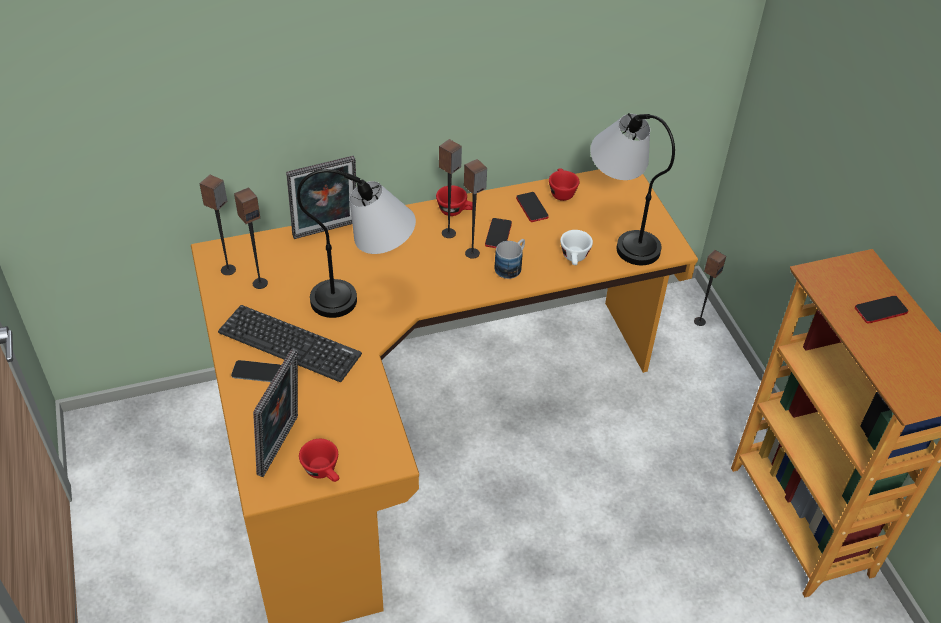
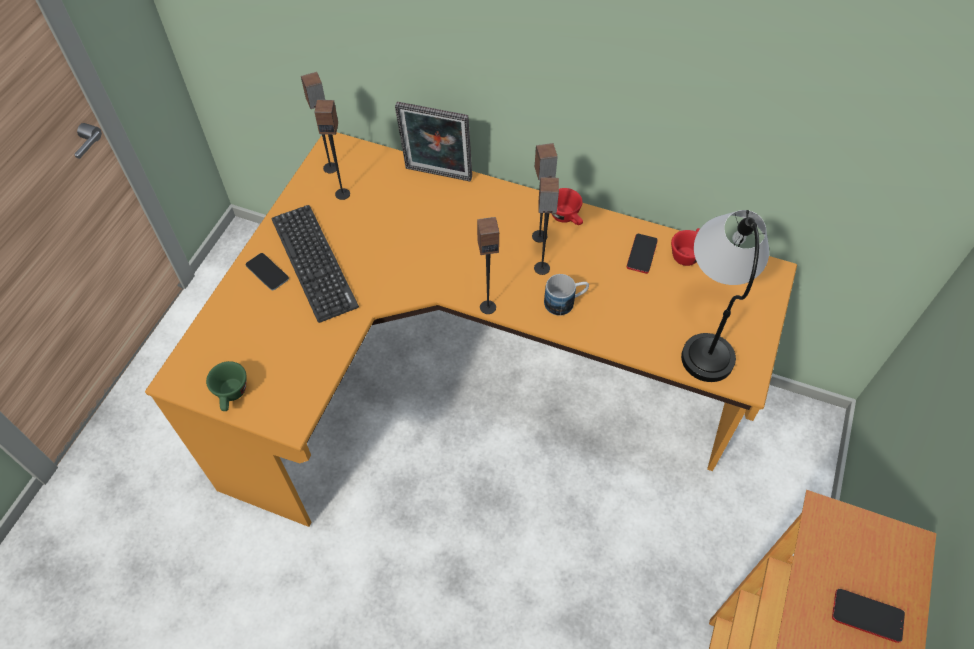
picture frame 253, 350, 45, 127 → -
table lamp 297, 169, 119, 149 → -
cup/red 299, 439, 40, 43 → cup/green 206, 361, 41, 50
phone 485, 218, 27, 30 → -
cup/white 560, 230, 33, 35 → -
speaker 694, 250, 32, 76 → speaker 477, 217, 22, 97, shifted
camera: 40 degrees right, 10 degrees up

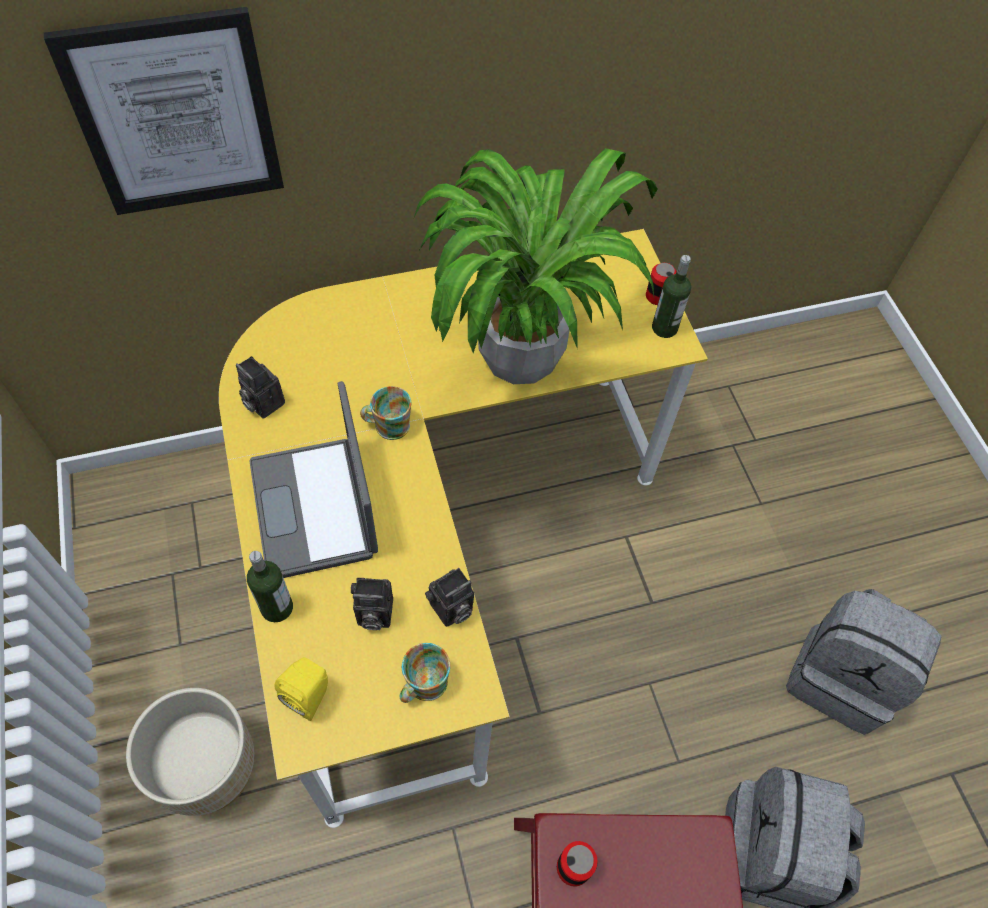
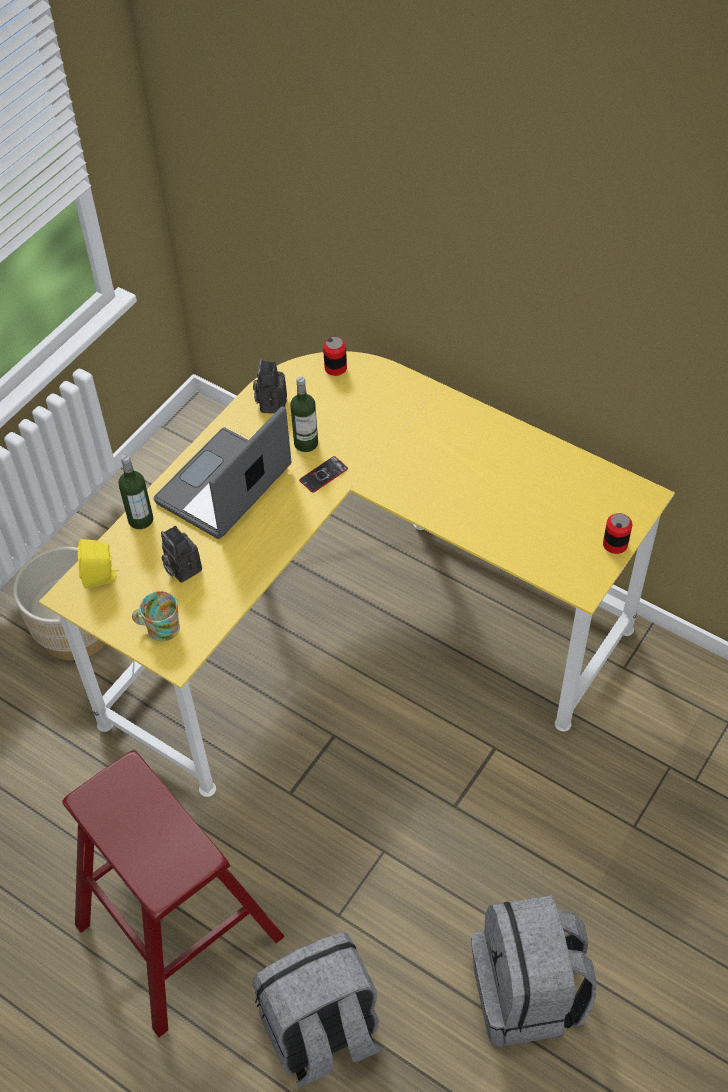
picture 44, 7, 240, 208 → -
mug 360, 386, 51, 54 → phone 299, 456, 49, 37
potted plant 413, 148, 245, 236 → -
photo camera 425, 568, 49, 59 → -
can 557, 841, 41, 46 → can 323, 337, 24, 39, shifted
bottle 652, 255, 39, 83 → bottle 290, 376, 28, 76, shifted
camera: 55 degrees right, 5 degrees down

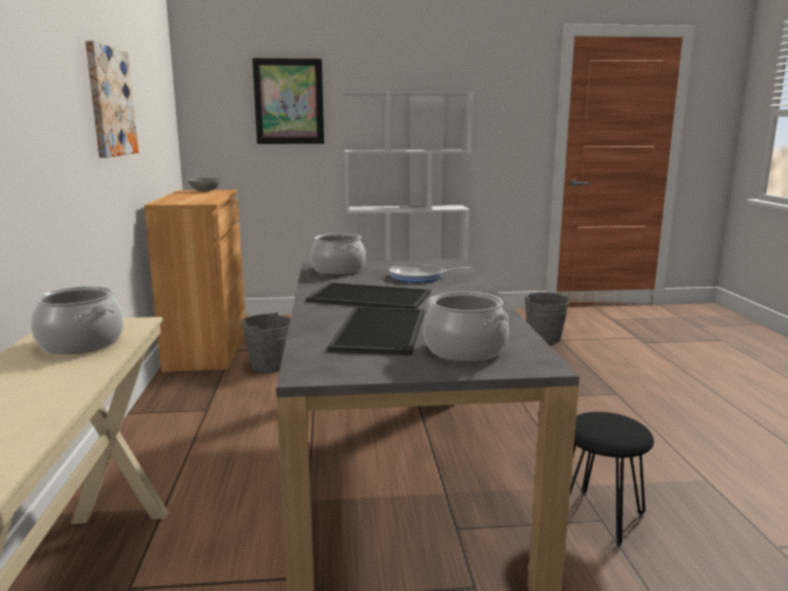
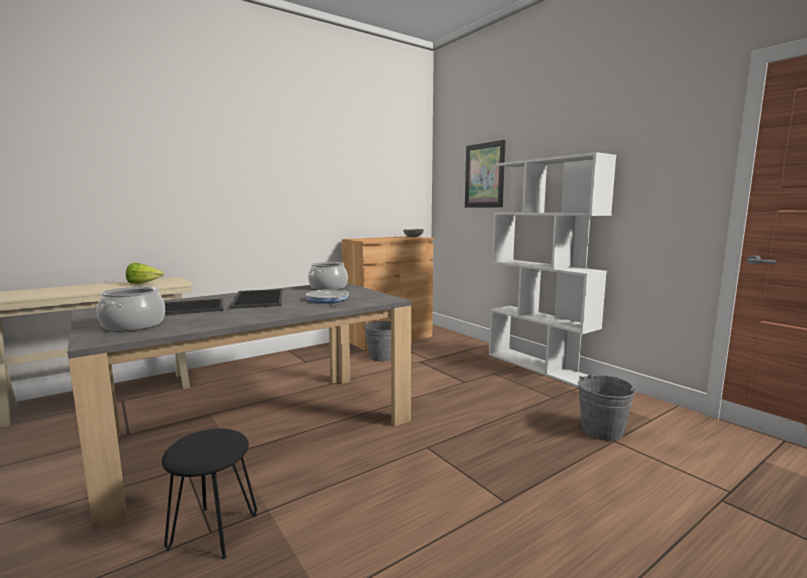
cooking pot 31, 286, 93, 68 → lettuce 126, 263, 38, 21
picture 85, 41, 53, 117 → -
camera: 60 degrees right, 5 degrees down

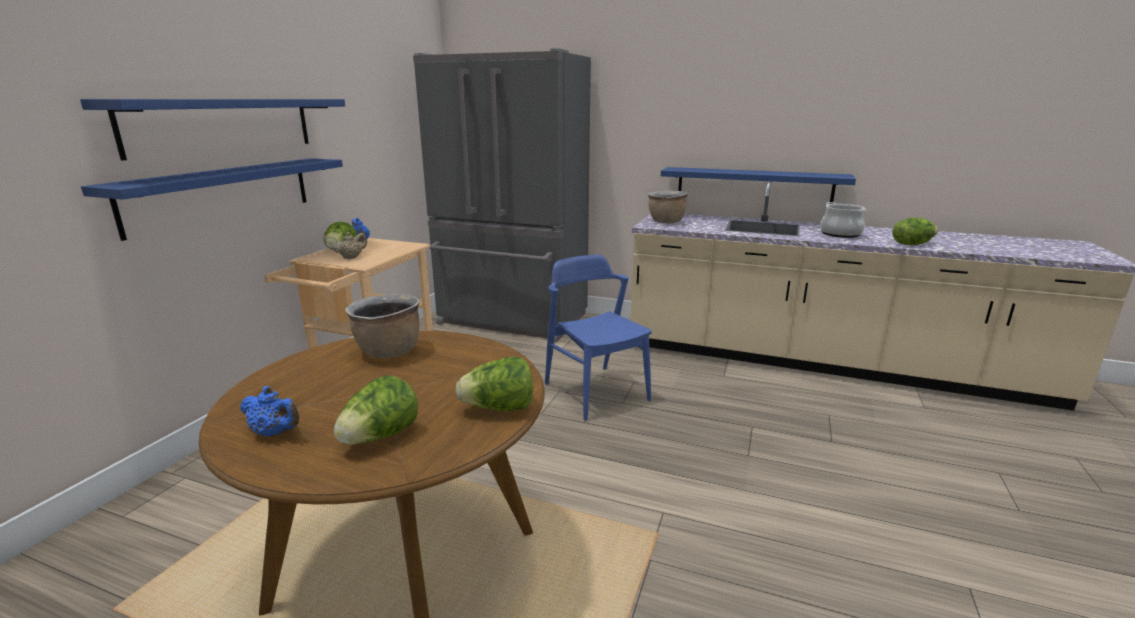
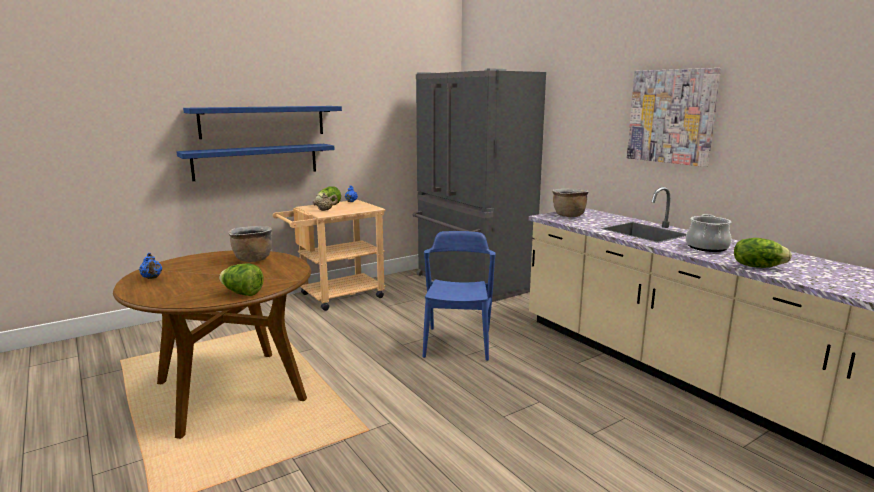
lettuce 334, 375, 84, 70 → -
shelf/blue 661, 167, 195, 35 → -
- → picture 627, 68, 94, 99
camera: 35 degrees right, 5 degrees down

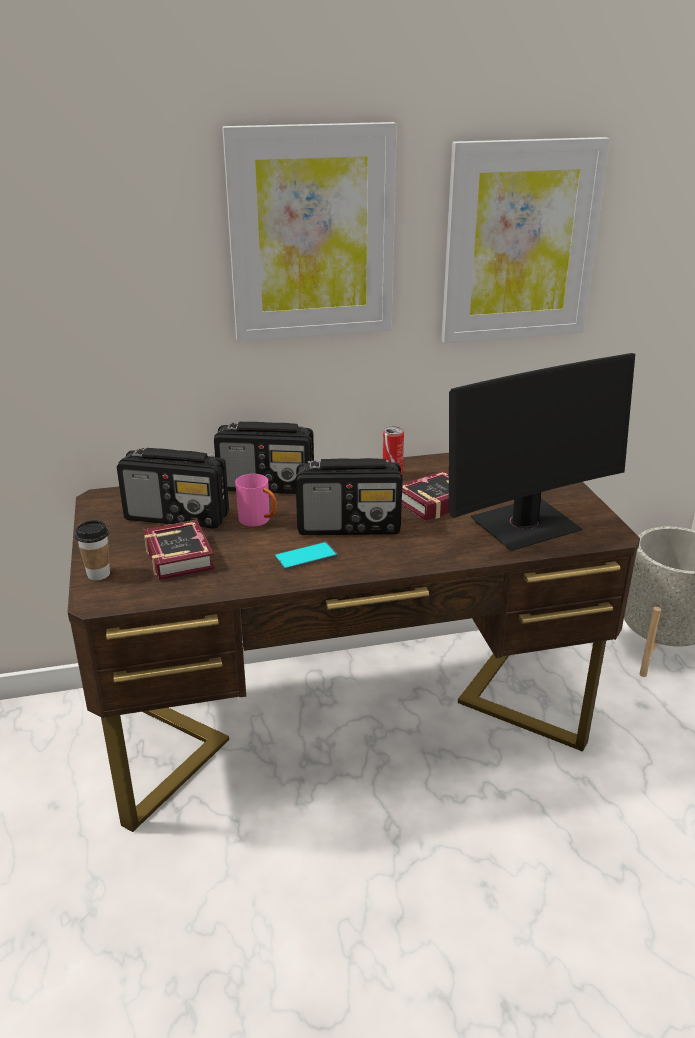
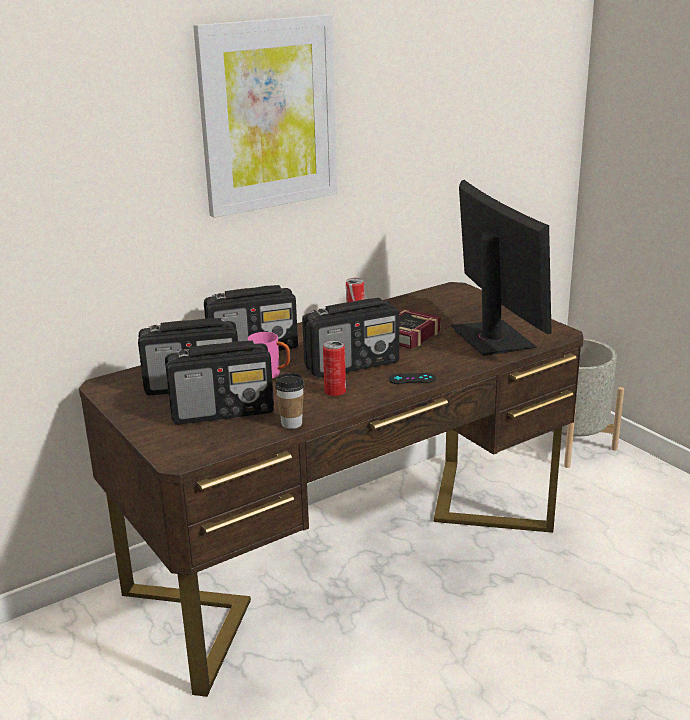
cup 75, 520, 35, 60 → cup 275, 373, 30, 56, shifted
book 144, 520, 71, 60 → radio 165, 341, 109, 84
phone 274, 542, 64, 29 → can 323, 340, 23, 56
picture 441, 137, 169, 206 → -
monitor 449, 353, 186, 198 → monitor 451, 180, 101, 176, 60 degrees counterclockwise
- → game controller/black 388, 373, 48, 11
camera: 20 degrees left, 5 degrees down

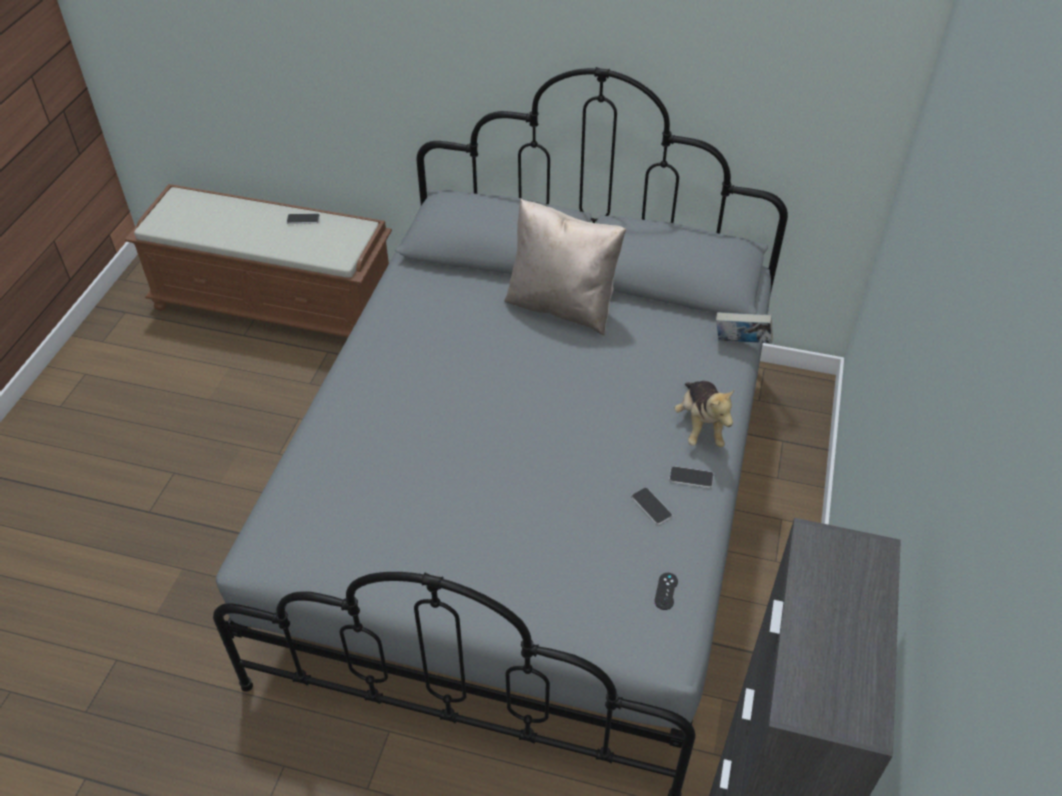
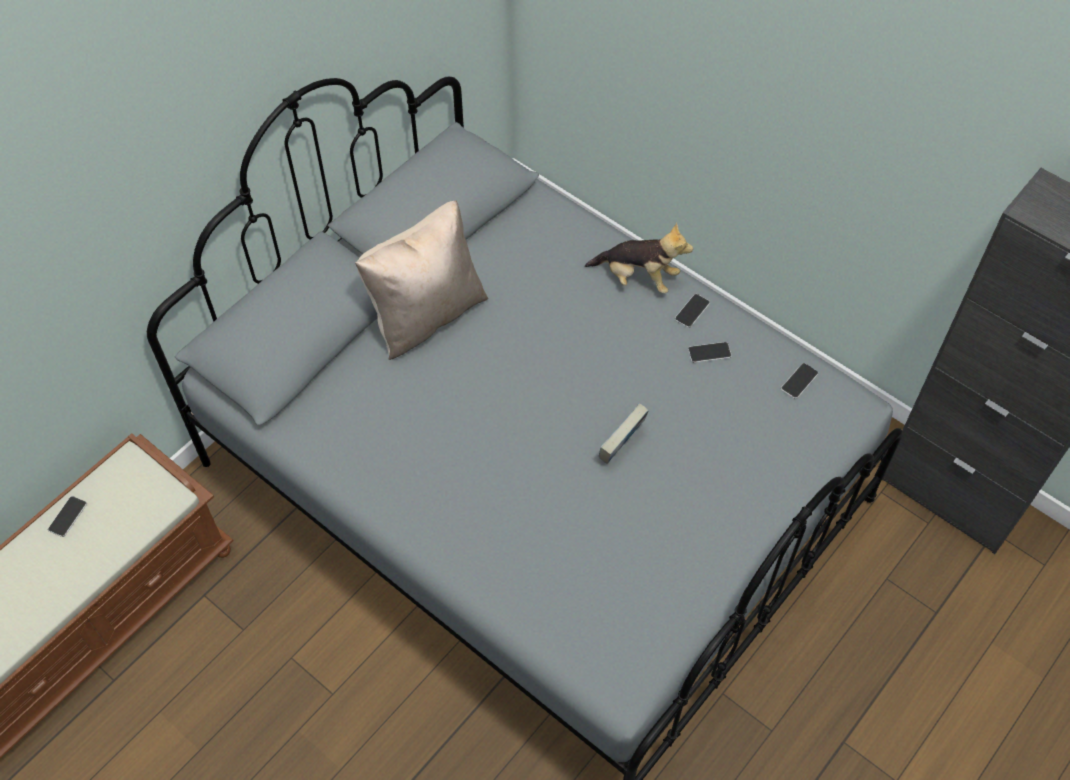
game controller/black 654, 573, 24, 37 → phone 781, 363, 37, 36
book 716, 312, 57, 31 → book 599, 403, 50, 61, shifted
camera: 65 degrees left, 10 degrees up

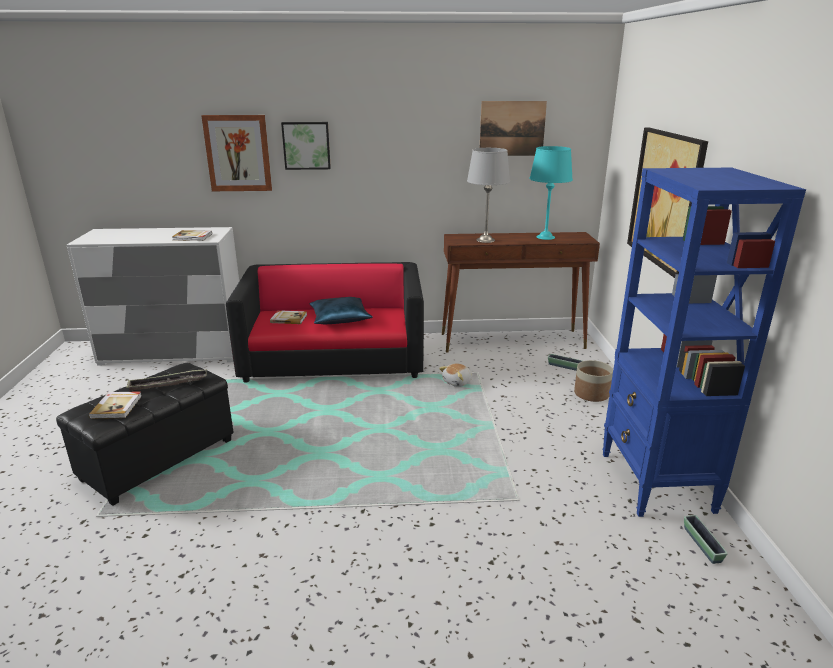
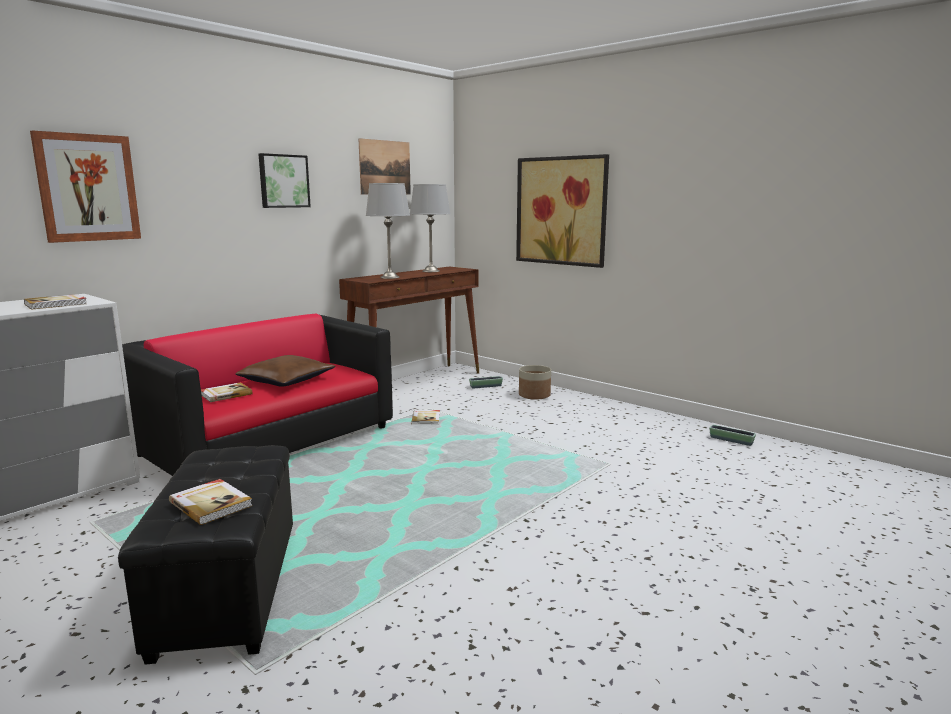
tray 126, 369, 81, 22 → -
picture 281, 122, 50, 48 → picture 259, 153, 52, 55, shifted
pillow/blue 309, 297, 64, 27 → pillow/brown 235, 355, 101, 32
plush toy 439, 363, 33, 24 → book 411, 410, 29, 15
table lamp/turquoise 529, 146, 44, 94 → table lamp/grey 410, 184, 41, 88
bookcase/blue 602, 168, 204, 349 → -
camera: 45 degrees left, 10 degrees down

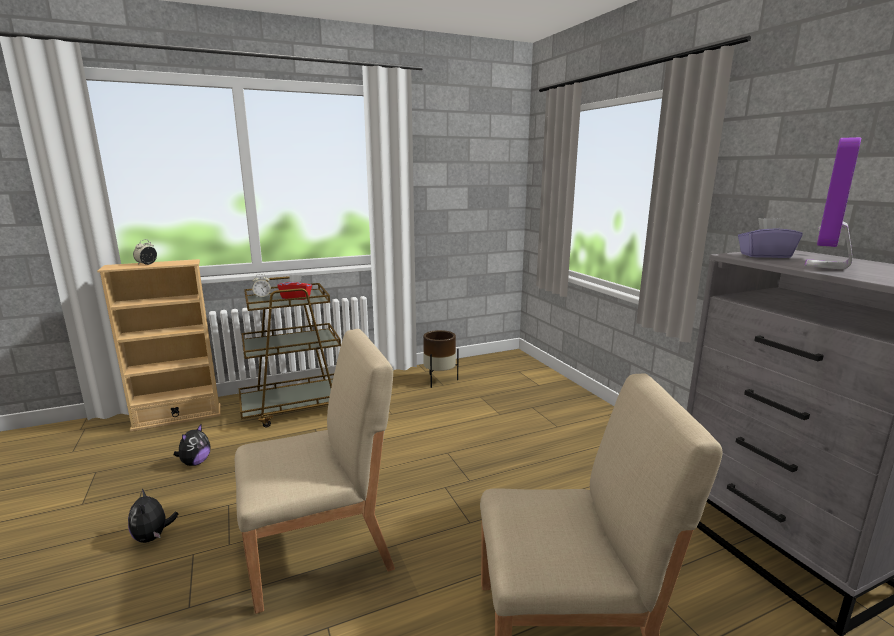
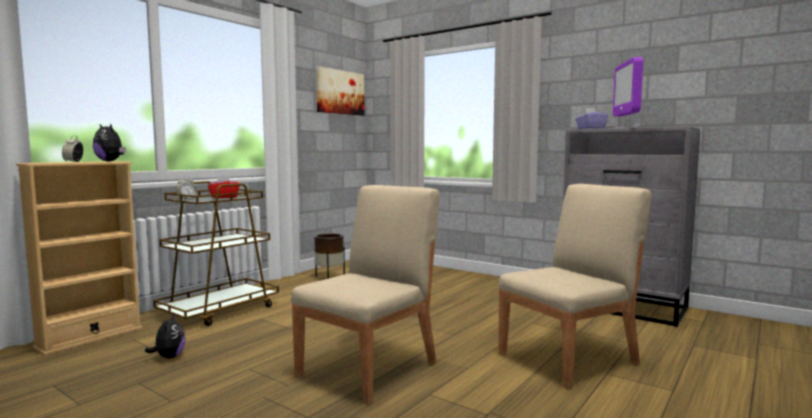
plush toy 128, 489, 50, 54 → plush toy 93, 123, 33, 39, shifted
- → picture 316, 66, 48, 50
camera: 30 degrees left, 10 degrees down

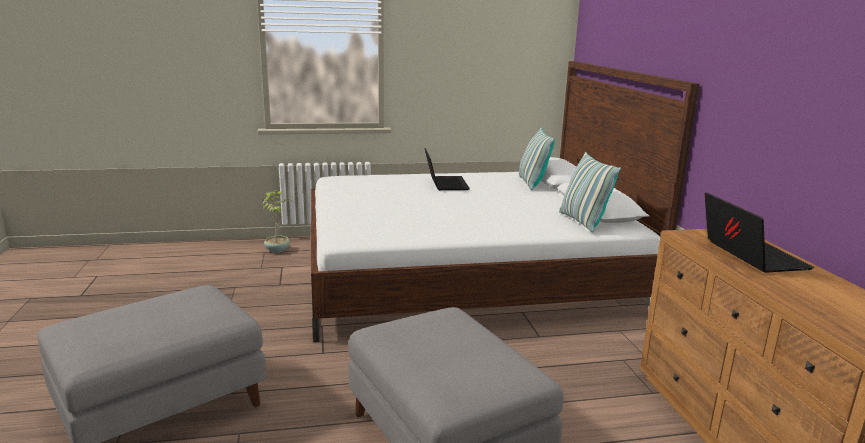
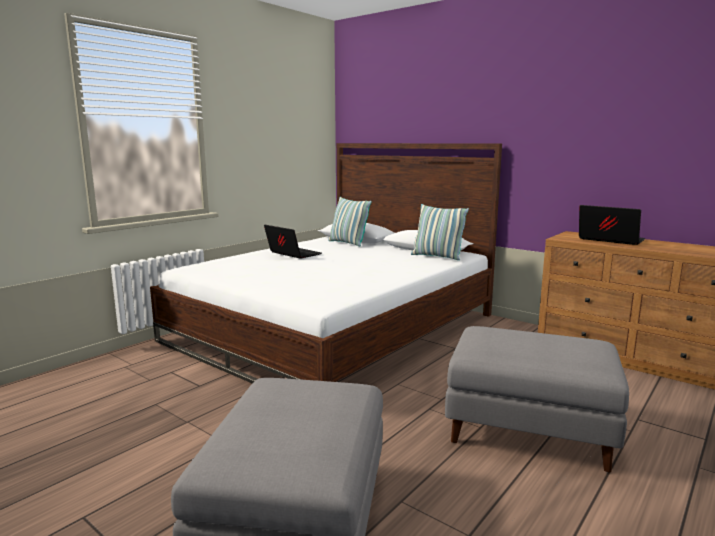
potted plant 262, 190, 29, 63 → -
camera: 40 degrees left, 5 degrees down

